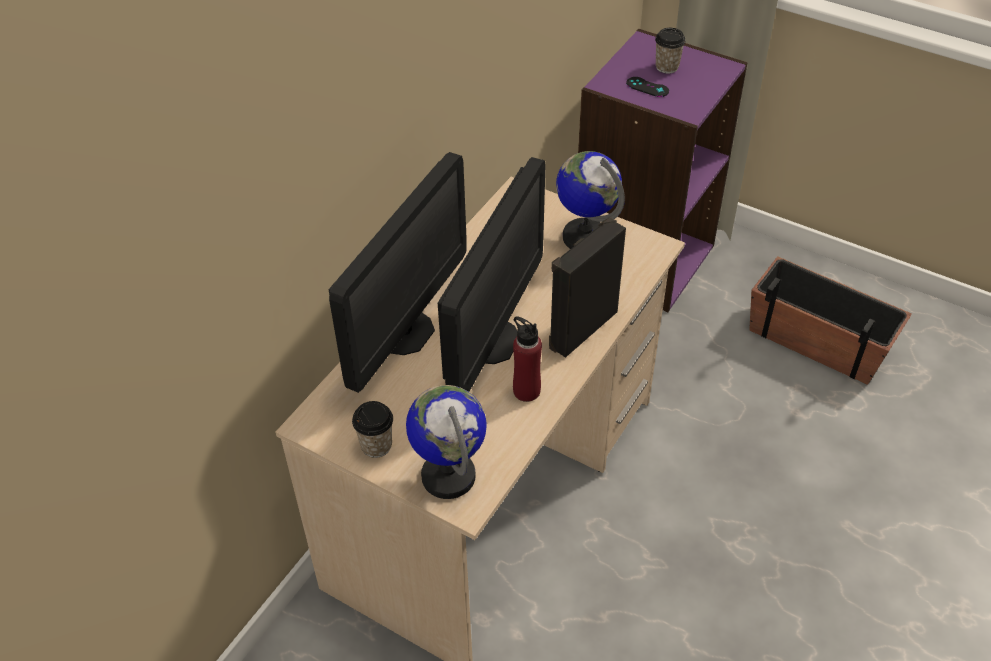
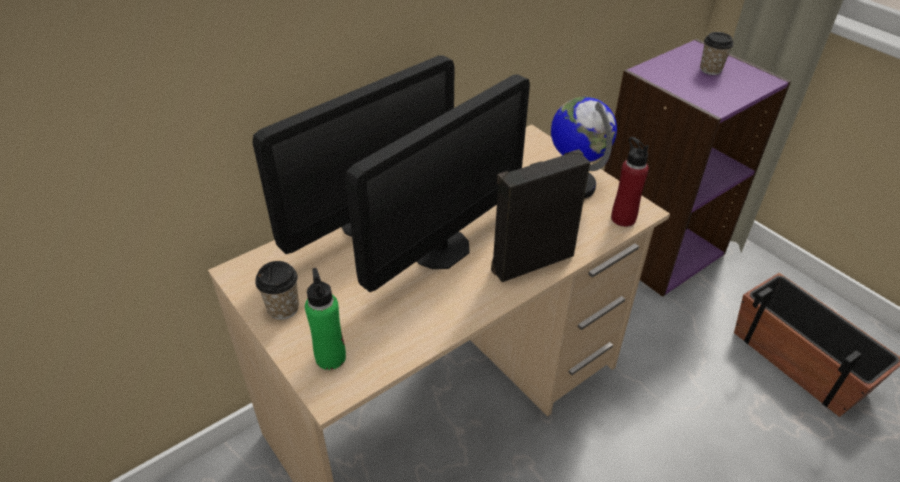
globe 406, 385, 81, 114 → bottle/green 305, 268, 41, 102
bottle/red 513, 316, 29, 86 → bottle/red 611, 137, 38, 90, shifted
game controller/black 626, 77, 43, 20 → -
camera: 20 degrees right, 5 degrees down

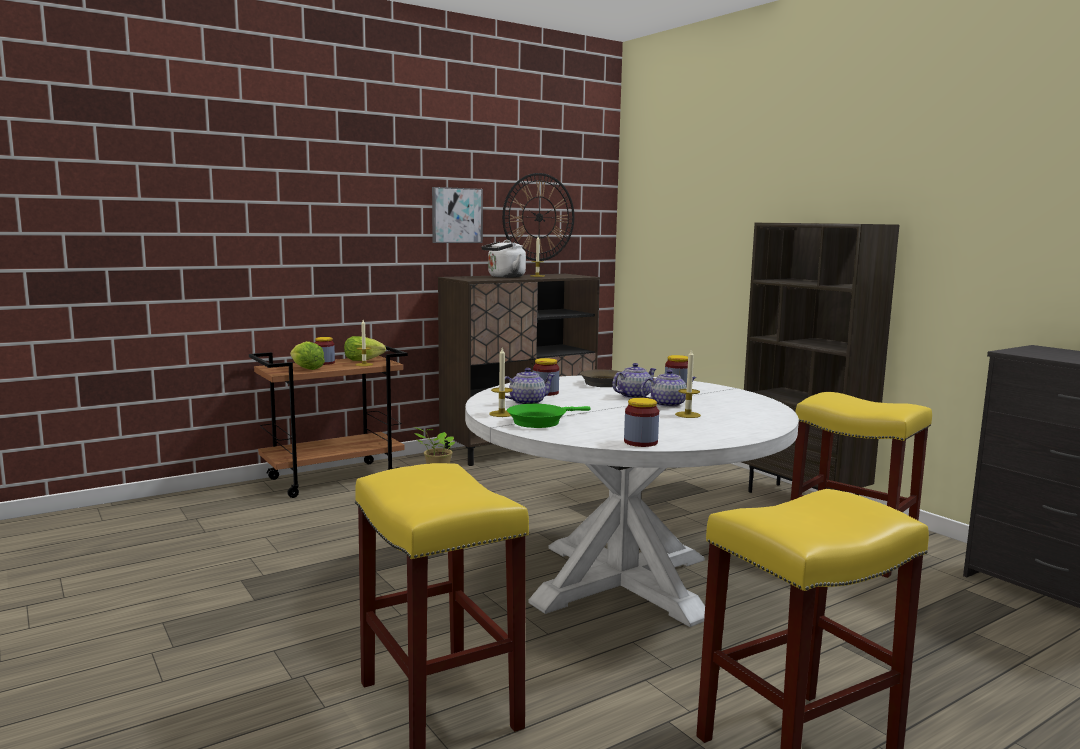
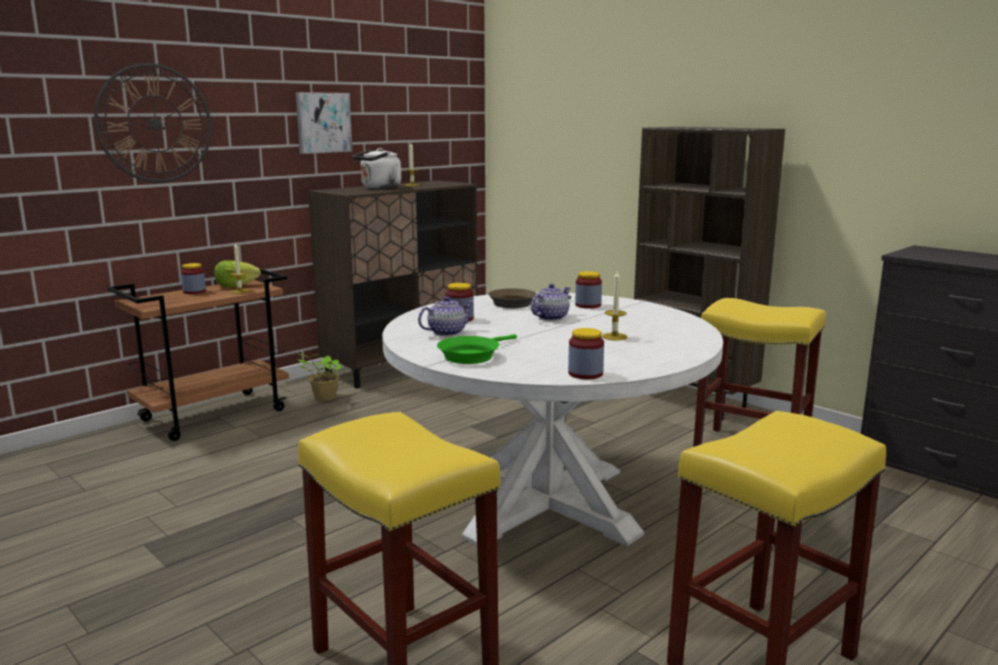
lettuce 290, 341, 35, 29 → -
candle 489, 348, 24, 69 → -
wall clock 502, 173, 72, 88 → wall clock 94, 63, 118, 120, shifted
teapot 641, 370, 56, 37 → -
camera: 10 degrees left, 5 degrees up

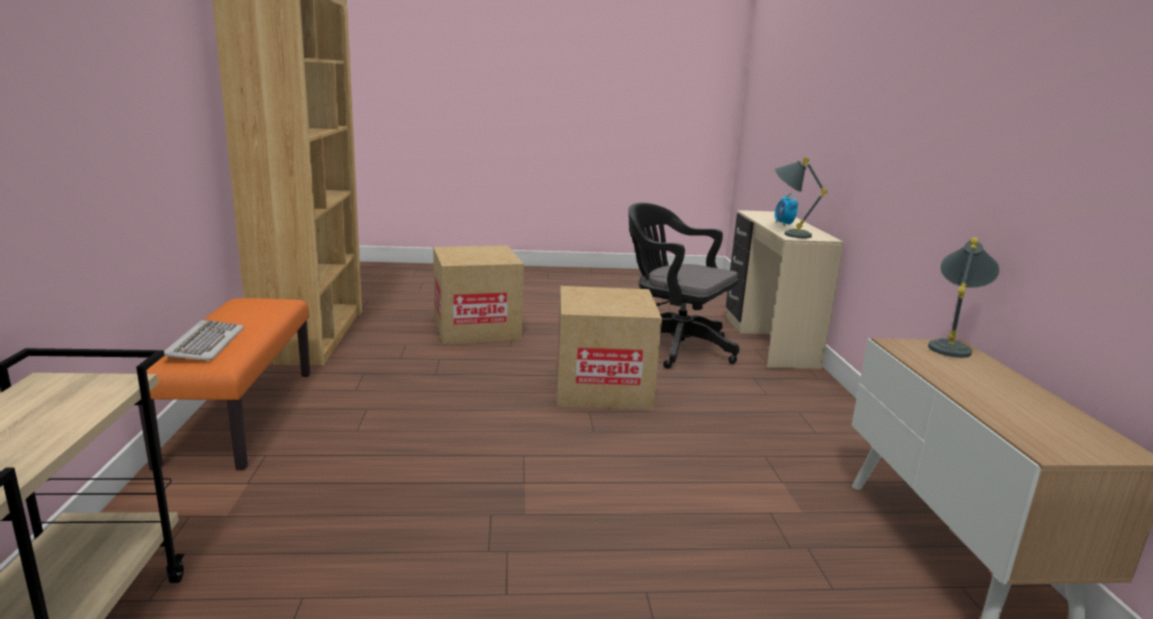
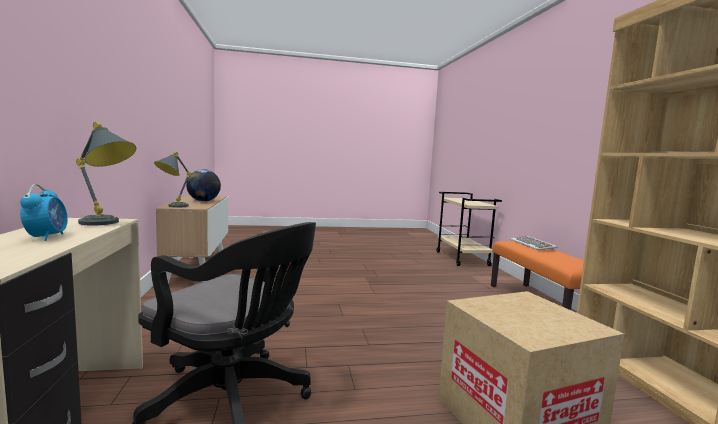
cardboard box 557, 286, 105, 124 → -
- → globe 186, 169, 35, 32
camera: 175 degrees right, 10 degrees down

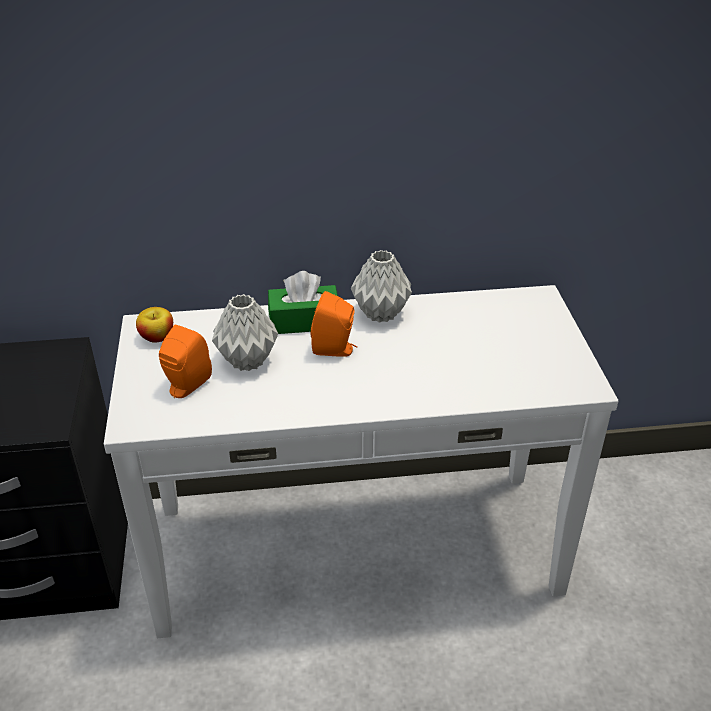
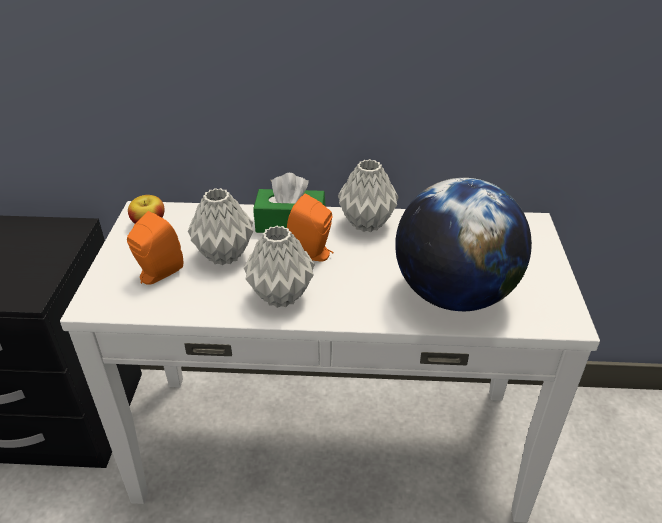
- → vase/grey 244, 225, 71, 83
- → globe 395, 178, 137, 133
camera: 10 degrees right, 0 degrees up

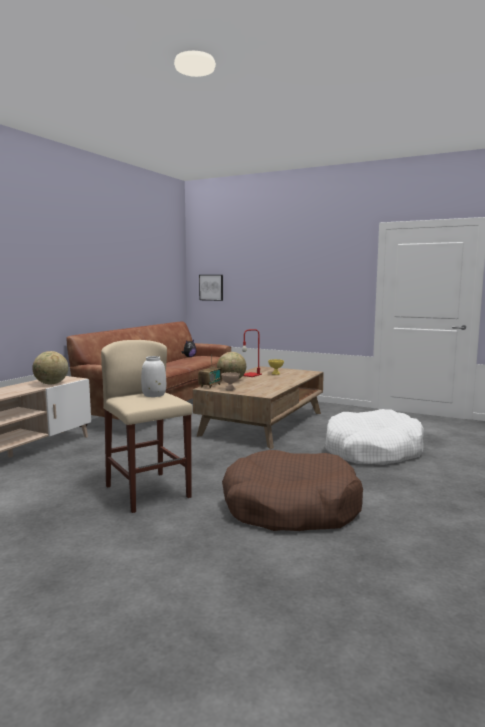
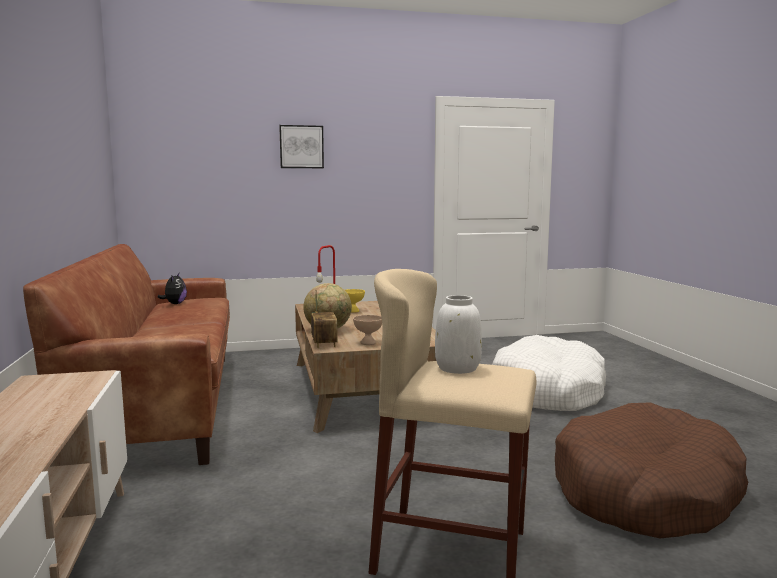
globe 32, 351, 36, 33 → -
picture 199, 275, 24, 26 → picture 279, 125, 45, 43, shifted
camera: 40 degrees left, 0 degrees up

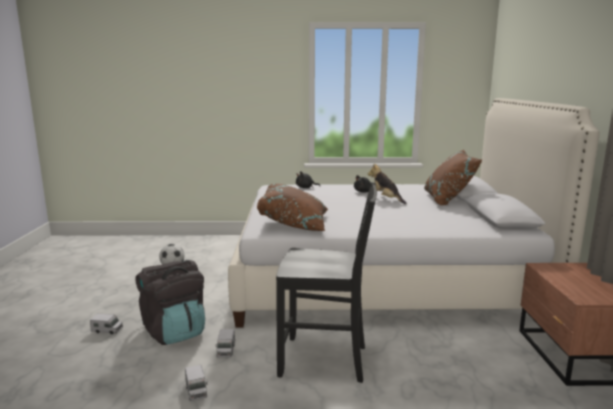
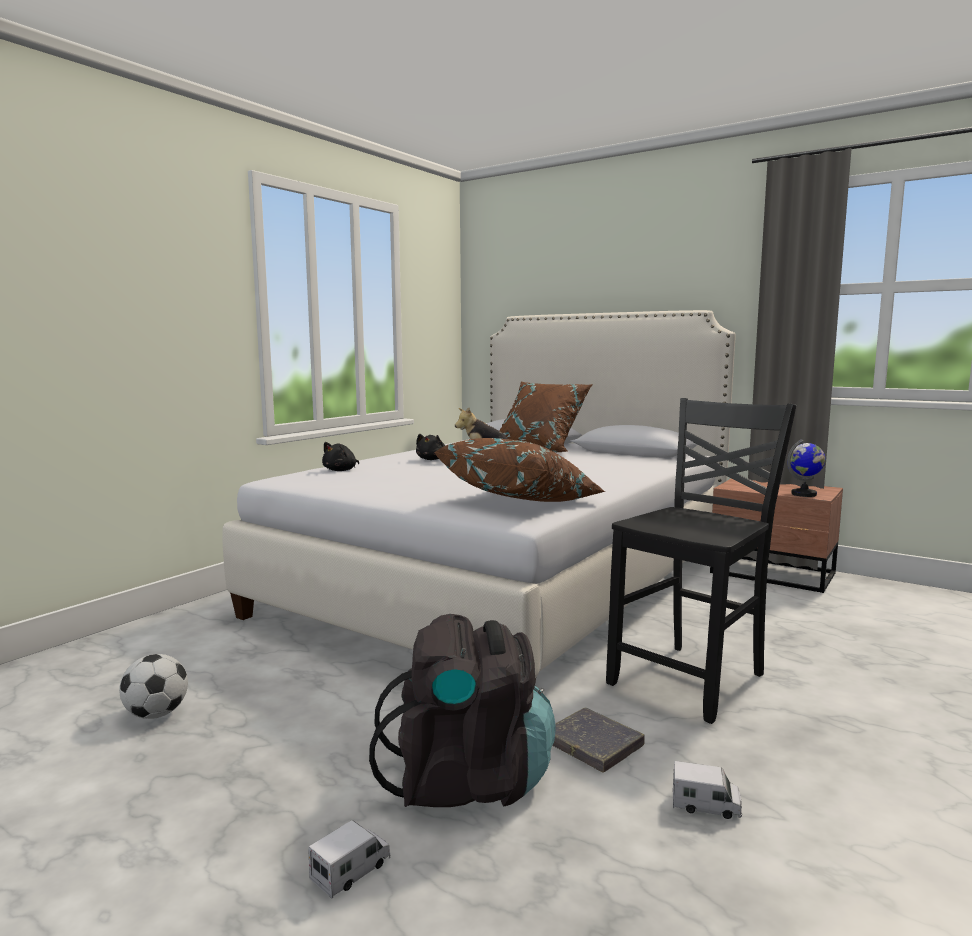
toy truck 216, 329, 19, 28 → book/grey 552, 707, 93, 66
- → globe 787, 439, 38, 58
camera: 55 degrees left, 5 degrees down

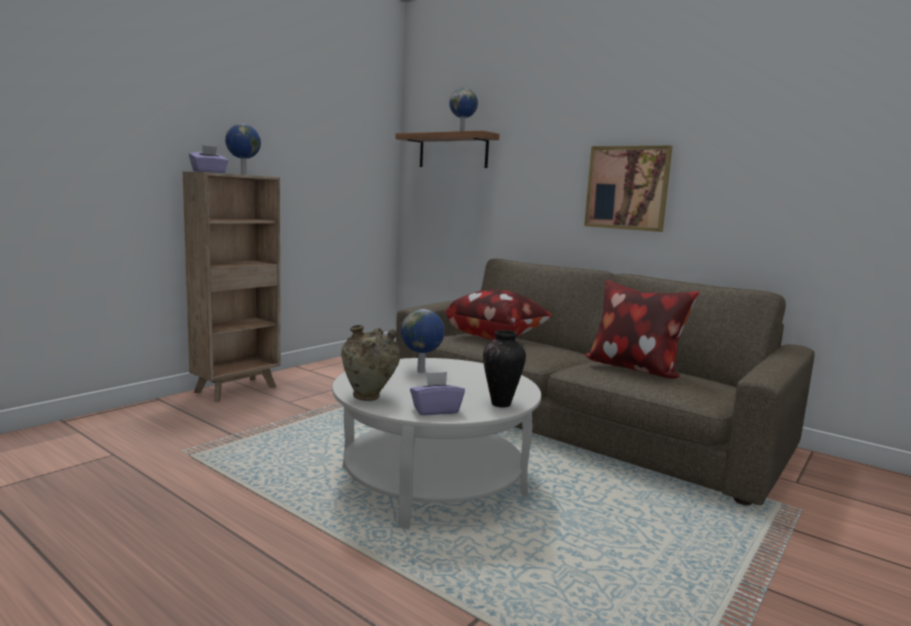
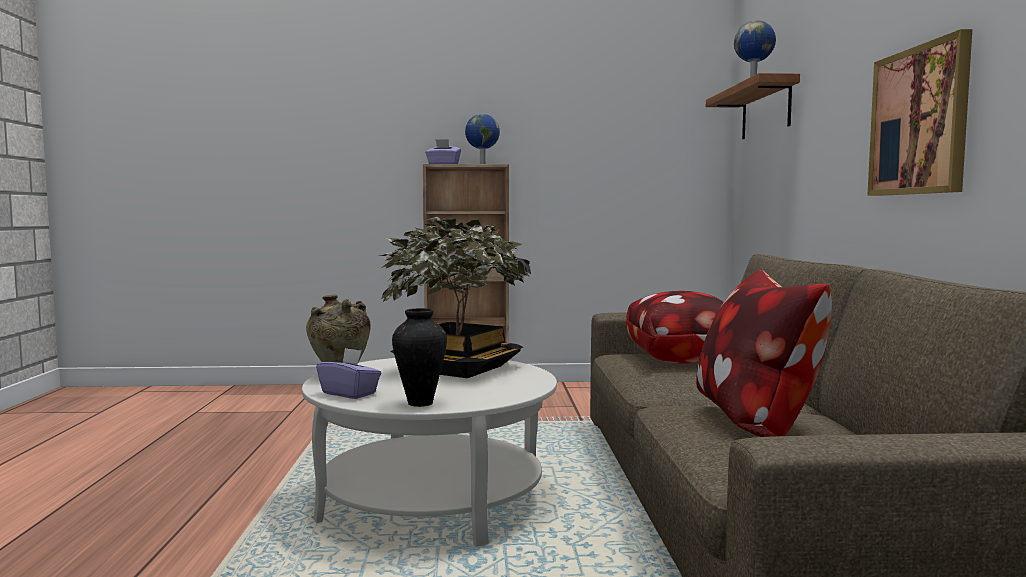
globe 401, 309, 44, 64 → potted plant 379, 217, 152, 161
camera: 50 degrees right, 5 degrees down

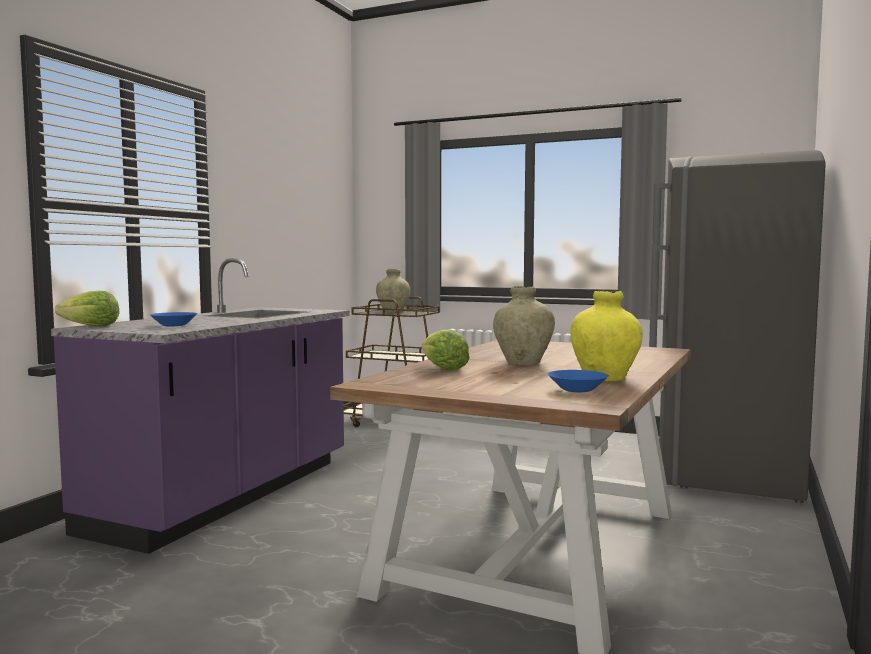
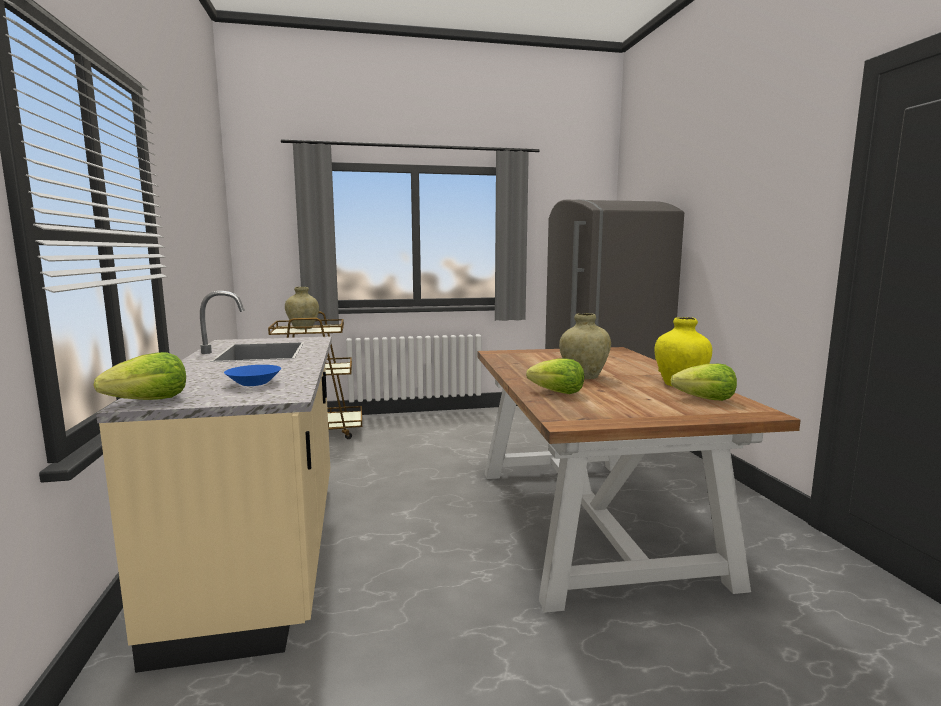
counter/purple 51, 258, 299, 296 → counter/beige 96, 291, 236, 382
bowl/blue 547, 370, 62, 22 → lettuce 670, 364, 67, 37
camera: 35 degrees left, 5 degrees up

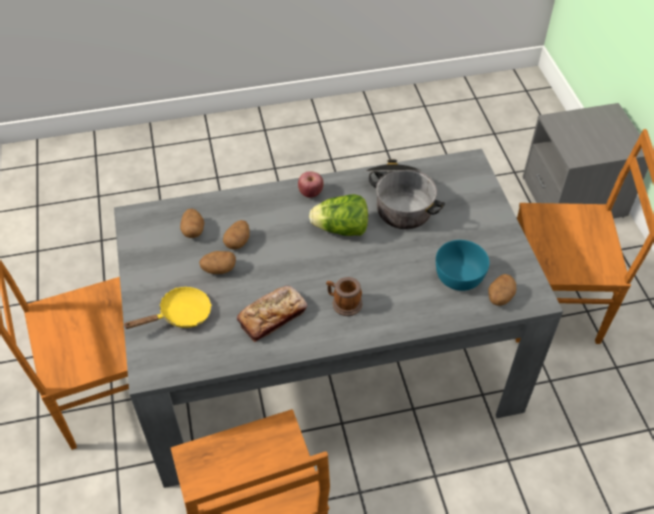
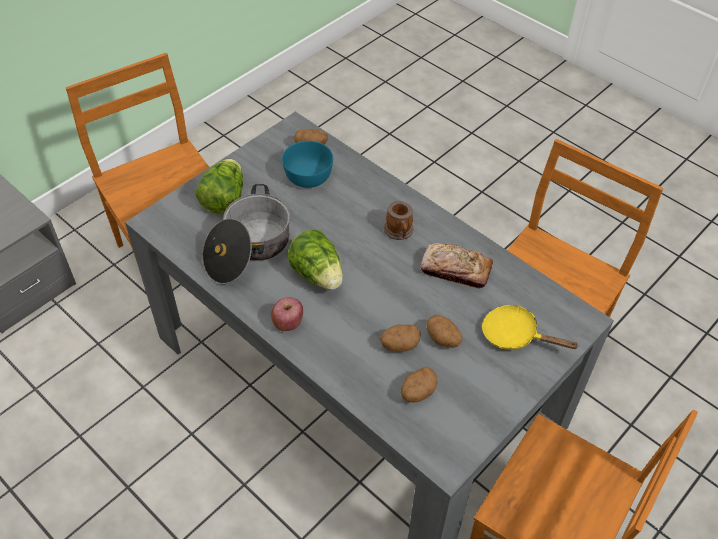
- → lettuce 196, 159, 47, 55
camera: 125 degrees left, 0 degrees up

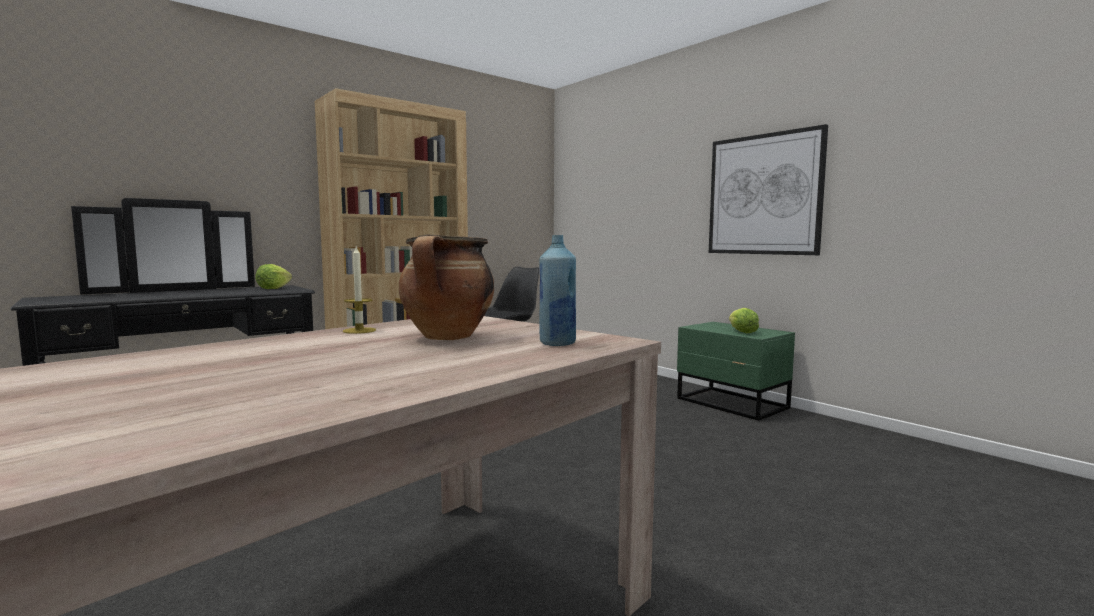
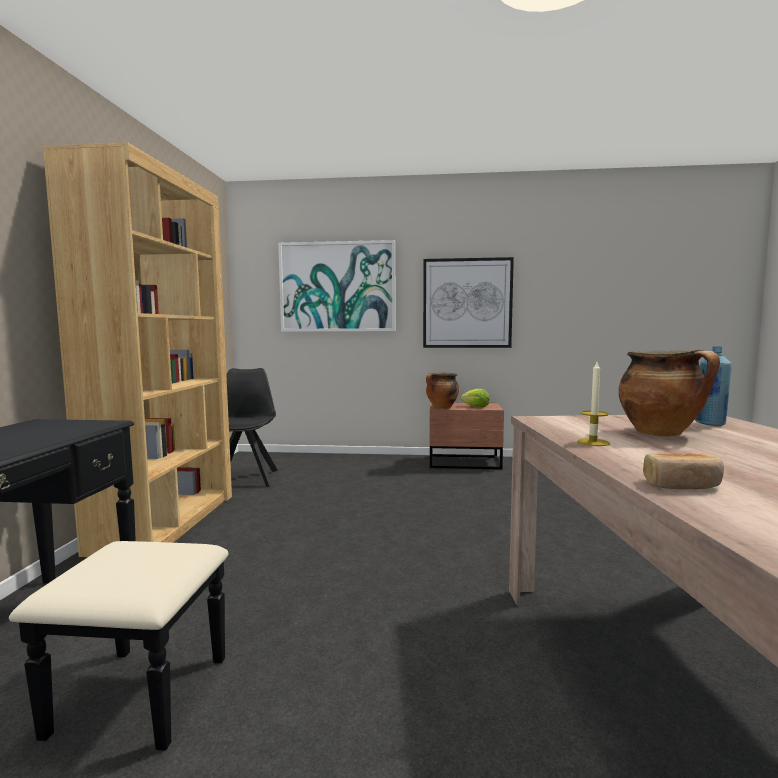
lettuce 255, 264, 37, 25 → -
nightstand/green 677, 322, 118, 99 → nightstand/brown 430, 402, 74, 68
- → picture 278, 240, 118, 92
- → cooking pot 426, 373, 33, 36
- → bread 643, 453, 81, 37
camera: 45 degrees left, 0 degrees up

